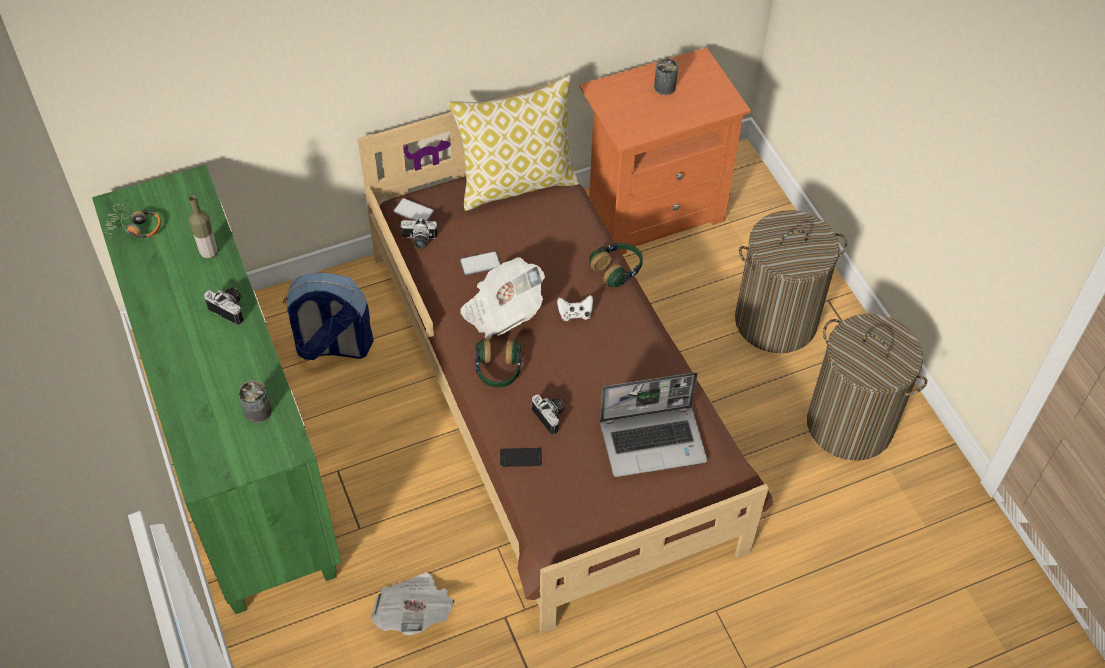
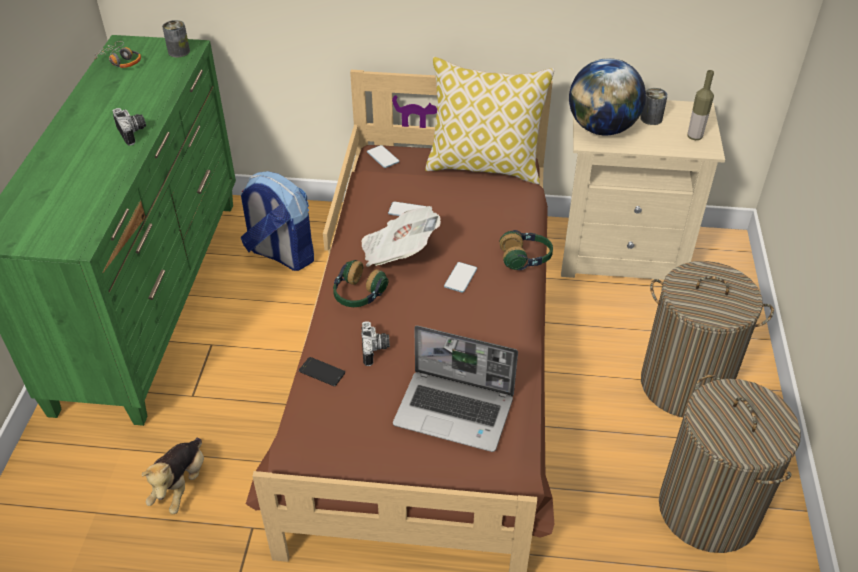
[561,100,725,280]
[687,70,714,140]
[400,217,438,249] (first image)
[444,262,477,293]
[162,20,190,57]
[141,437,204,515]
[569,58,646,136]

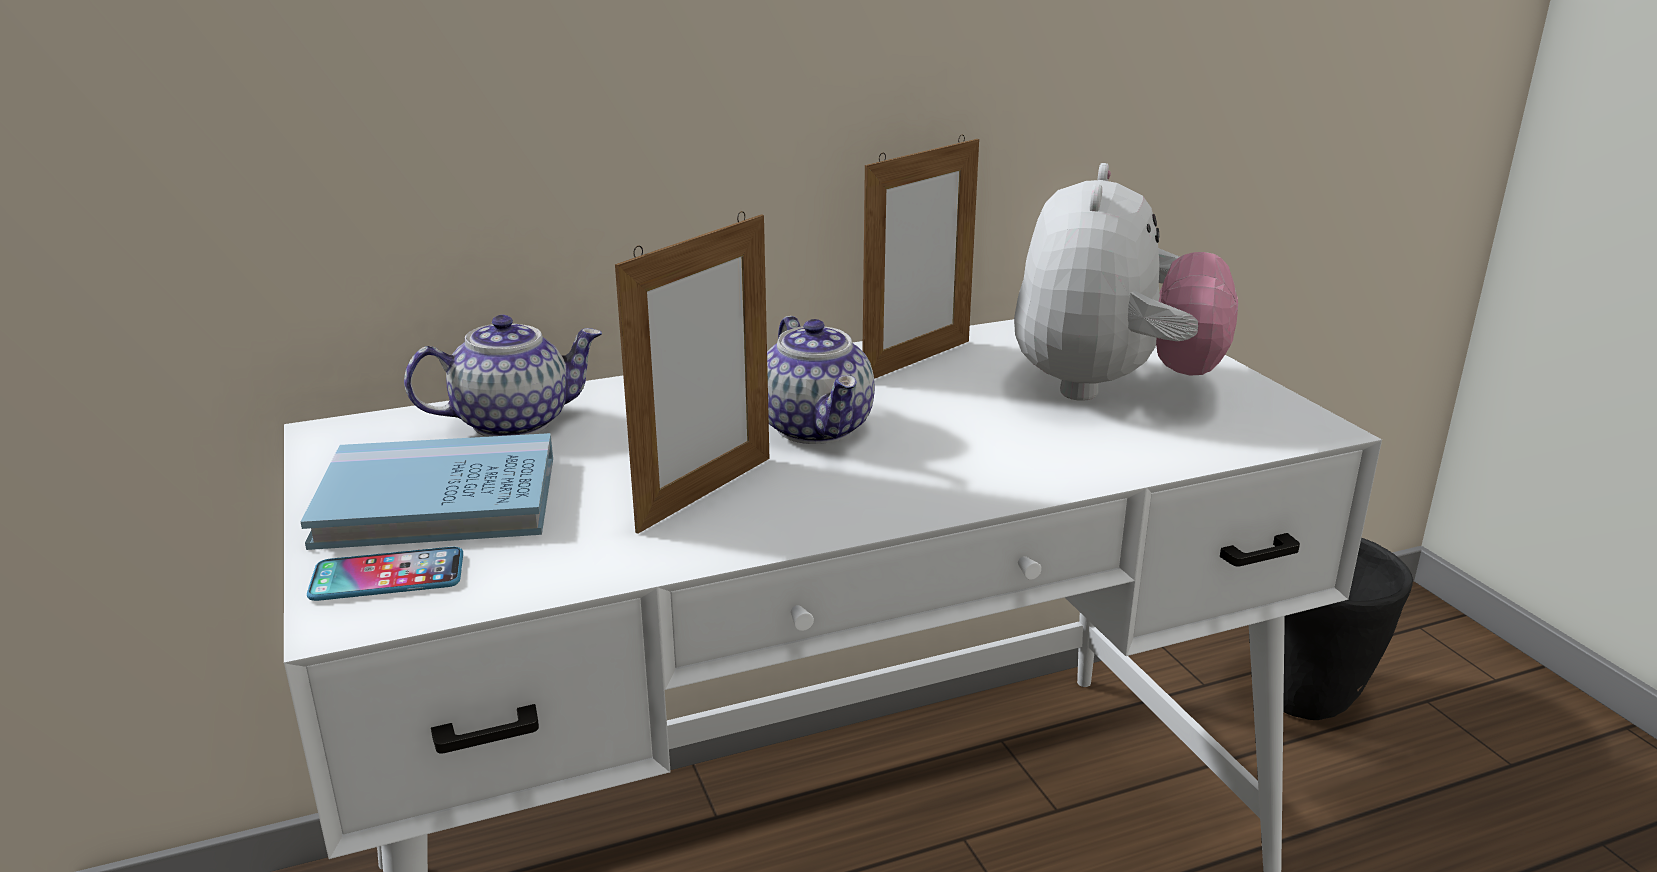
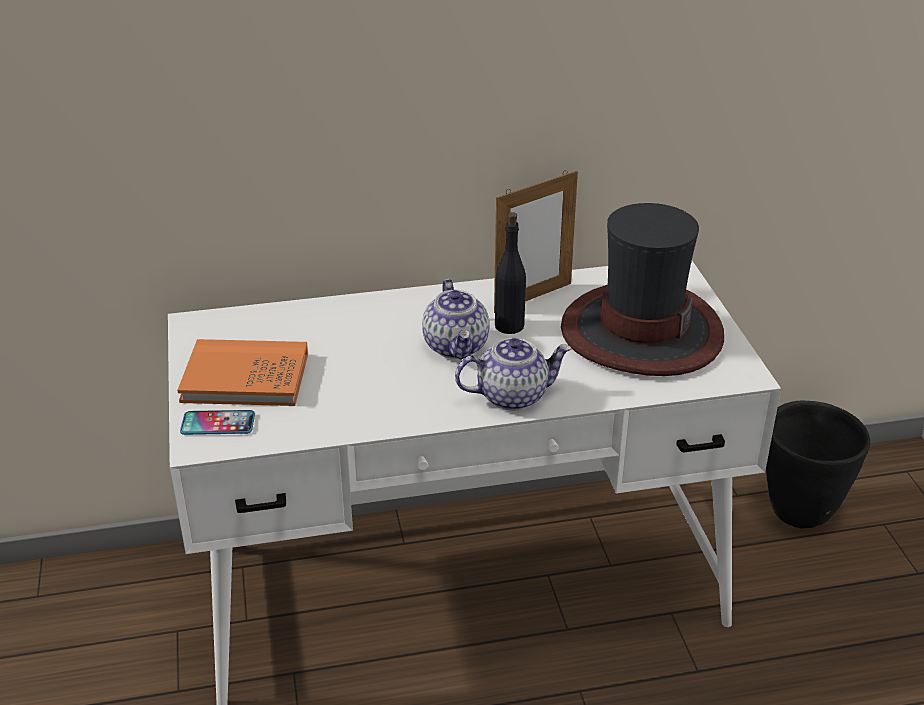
[561,203,724,376]
[615,211,769,534] (first image)
[455,338,571,411]
[177,339,308,406]
[495,212,526,334]

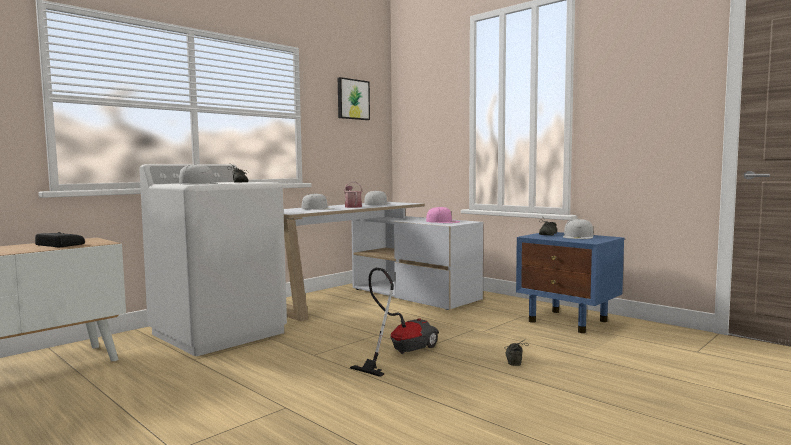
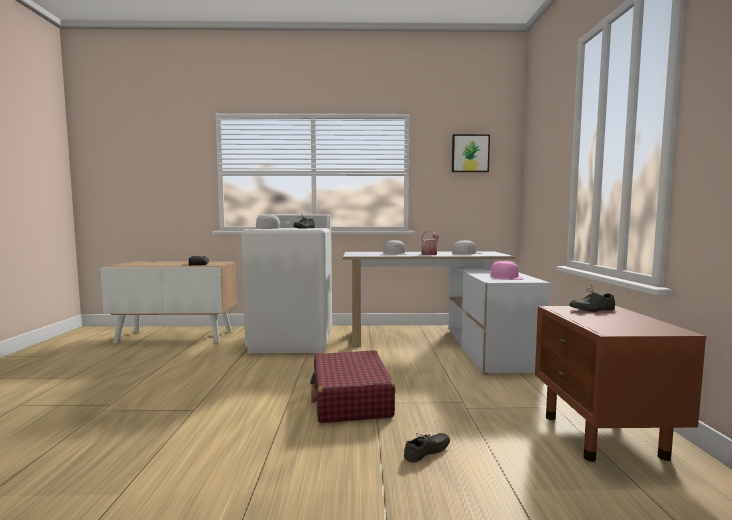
[563,219,593,239] (first image)
[535,306,706,462]
[310,350,395,423]

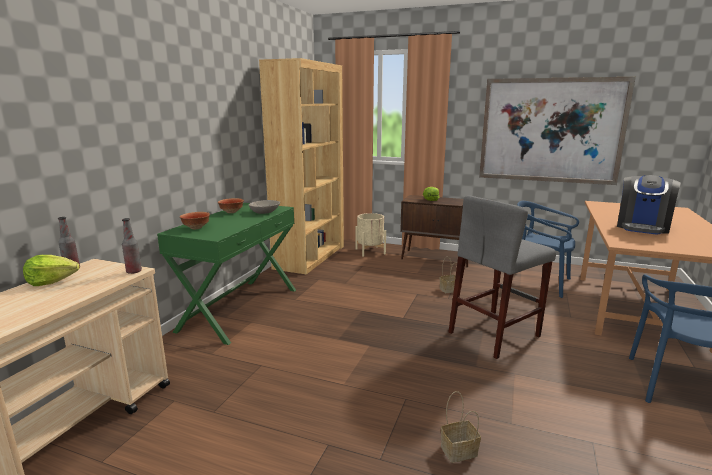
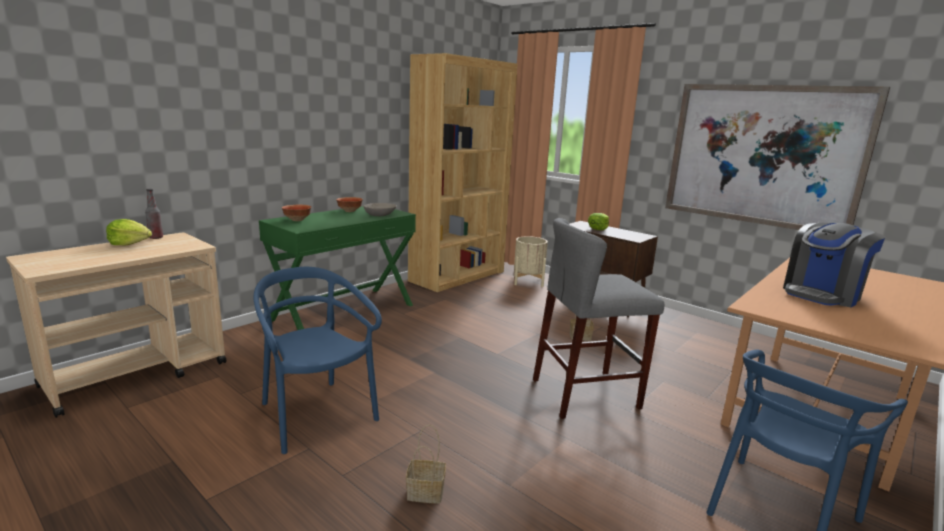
[253,267,382,454]
[122,218,142,274] (first image)

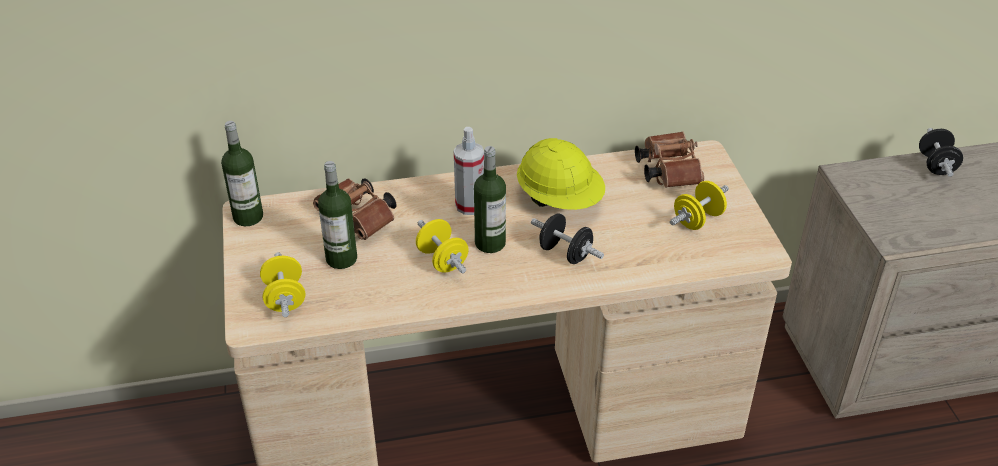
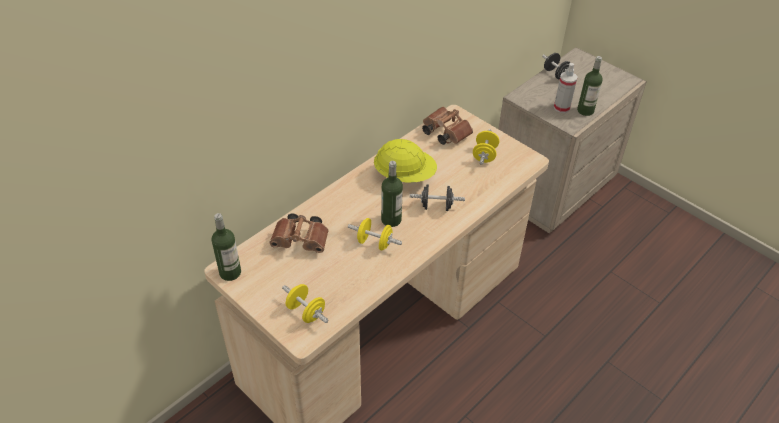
[554,63,578,113]
[577,56,603,116]

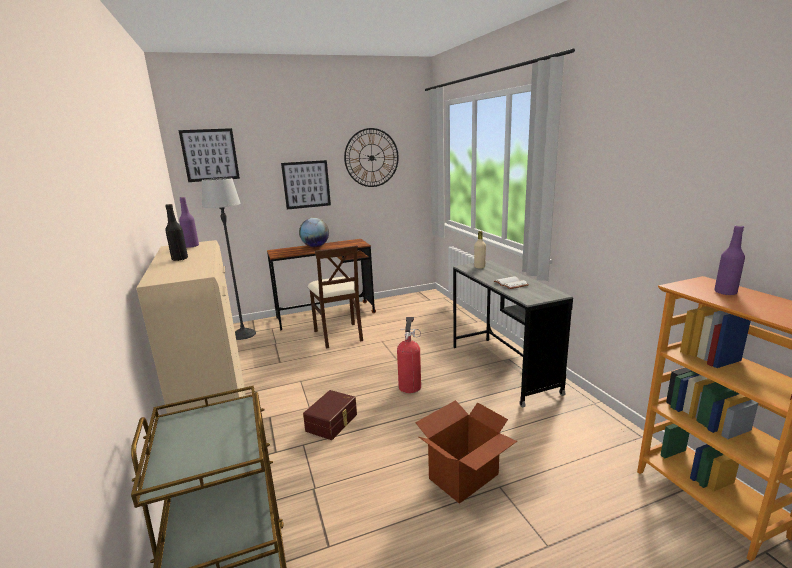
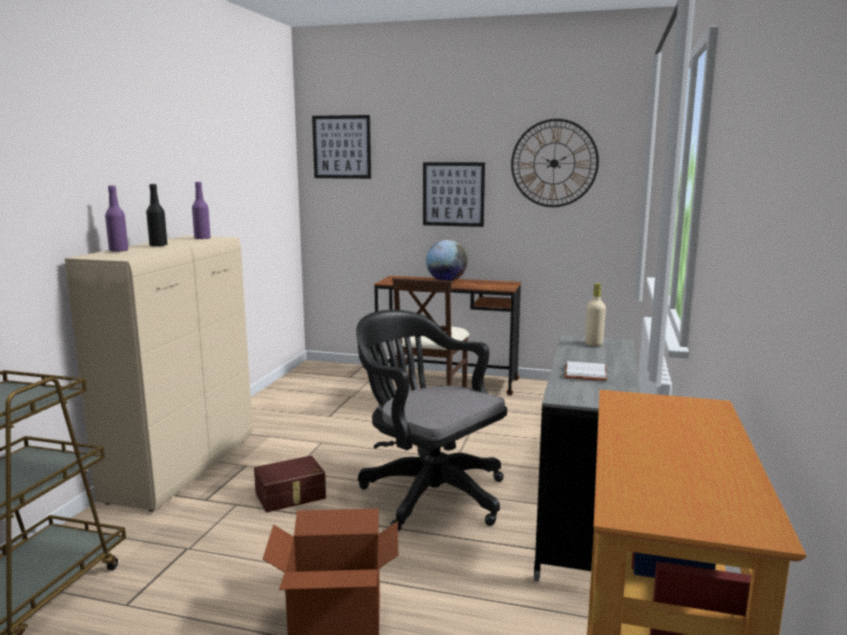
[202,178,256,340] (first image)
[105,186,128,252]
[356,310,507,531]

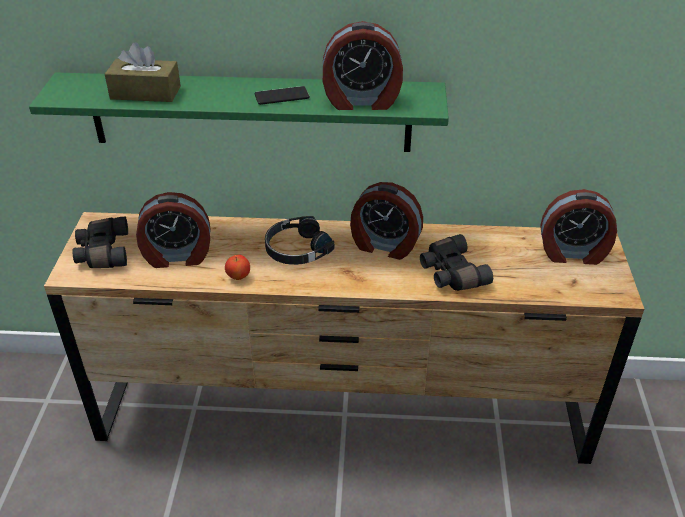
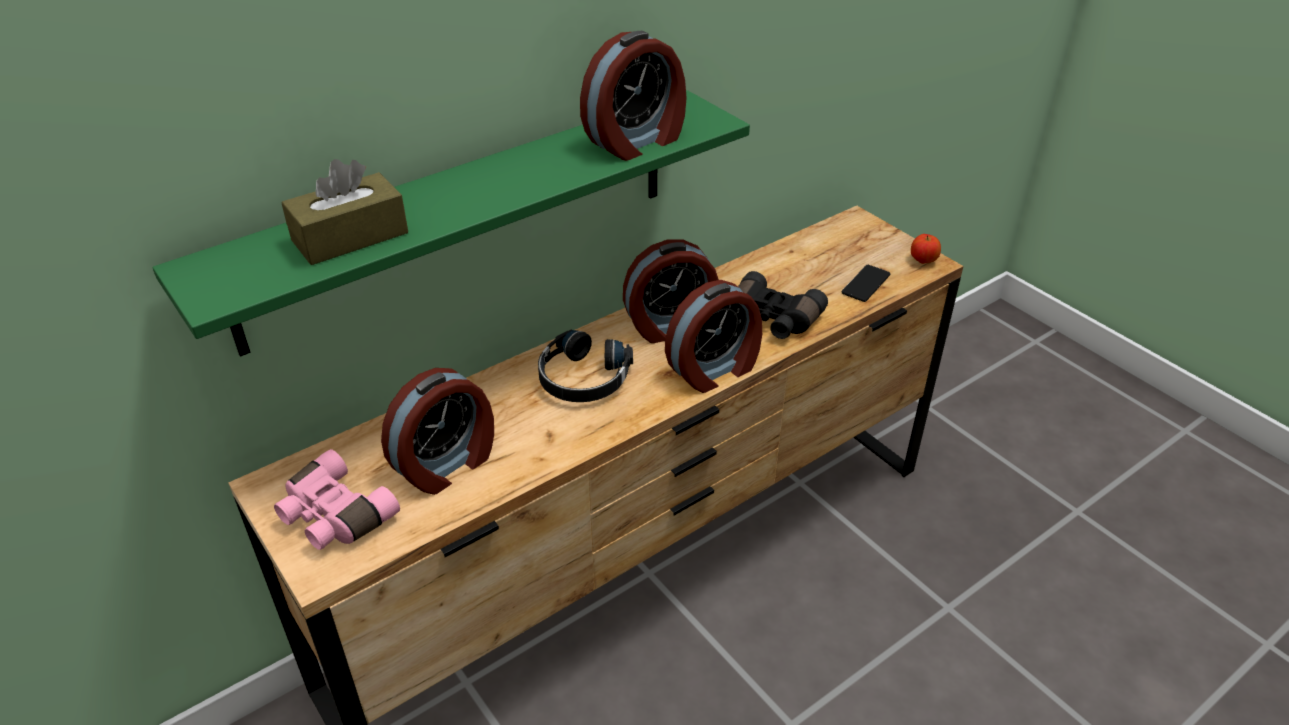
[841,265,890,302]
[665,280,762,393]
[274,449,400,550]
[911,234,941,264]

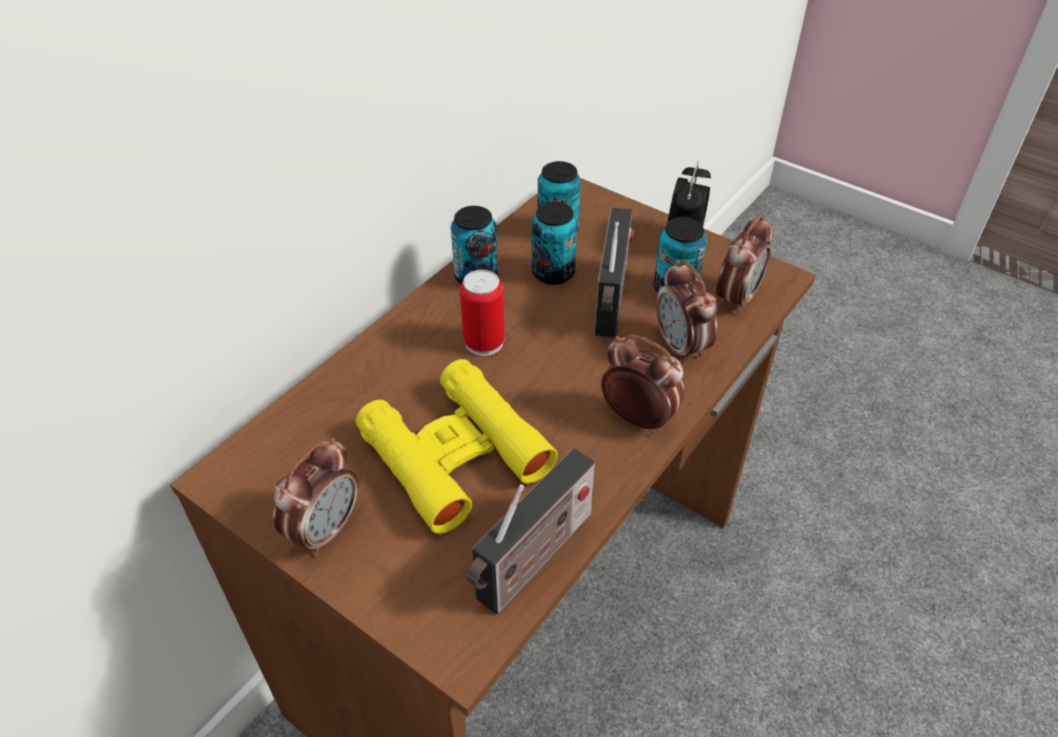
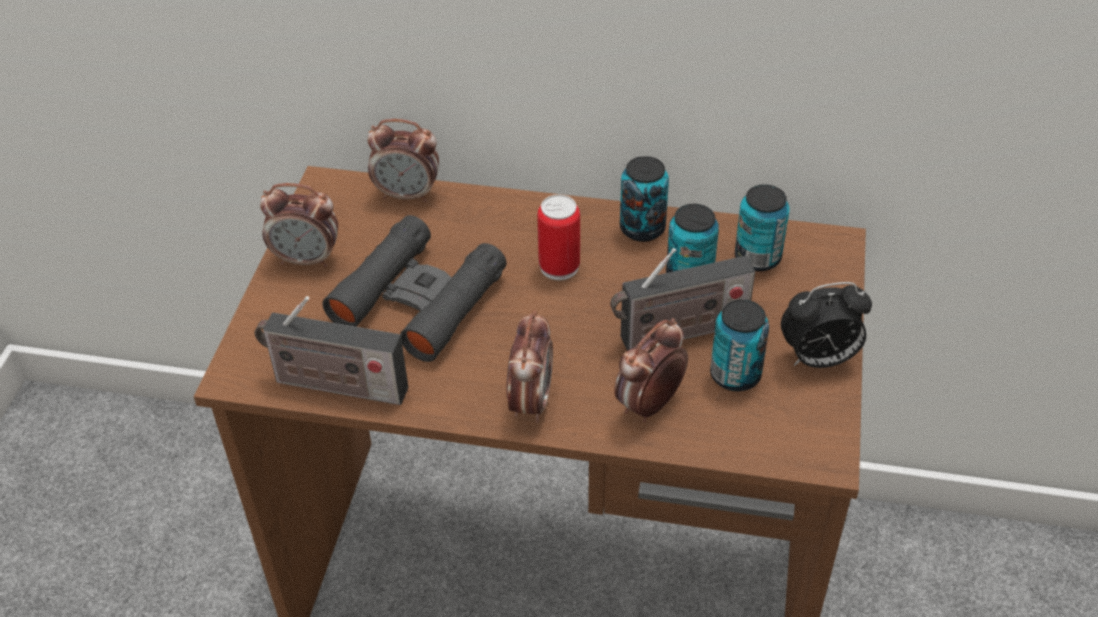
[367,119,439,203]
[323,215,506,362]

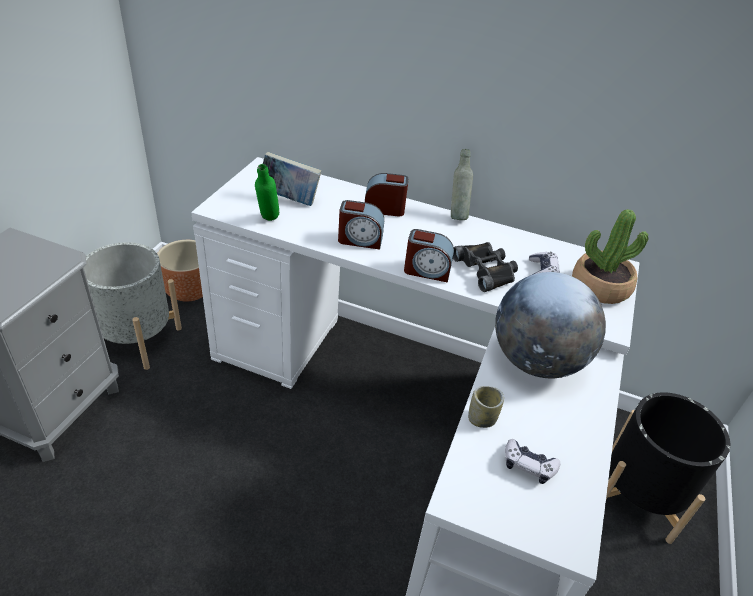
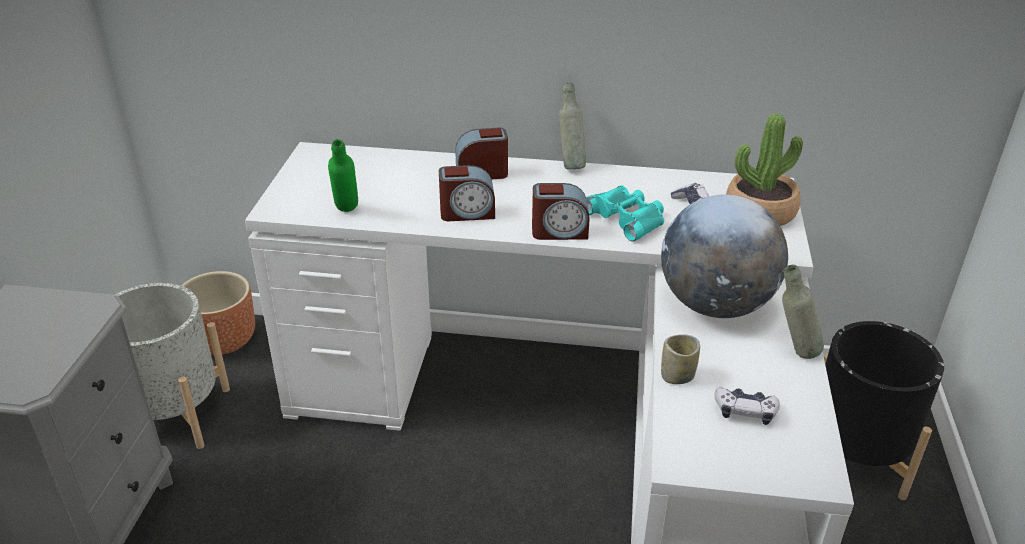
[263,152,322,206] (first image)
[586,185,664,242]
[782,265,824,359]

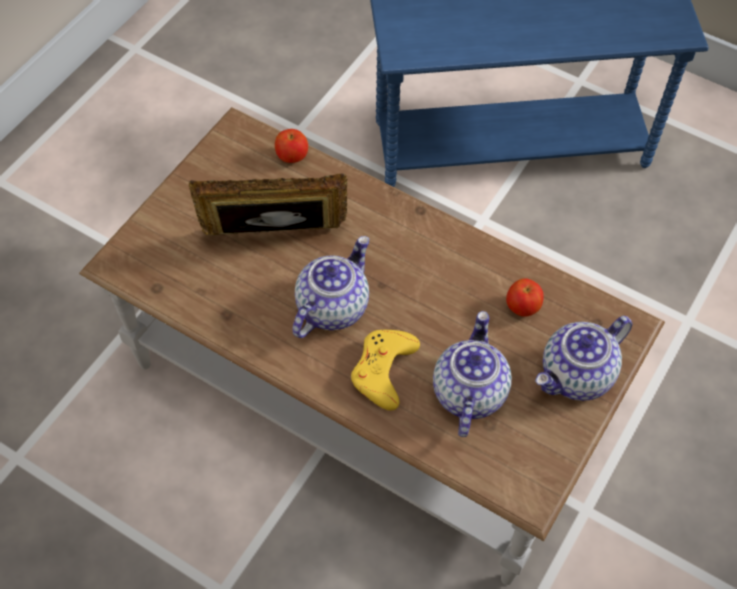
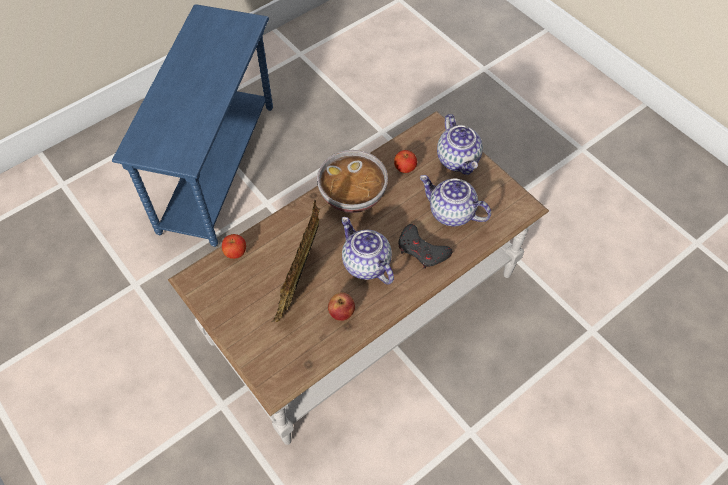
[398,224,452,269]
[317,150,388,213]
[328,292,355,321]

